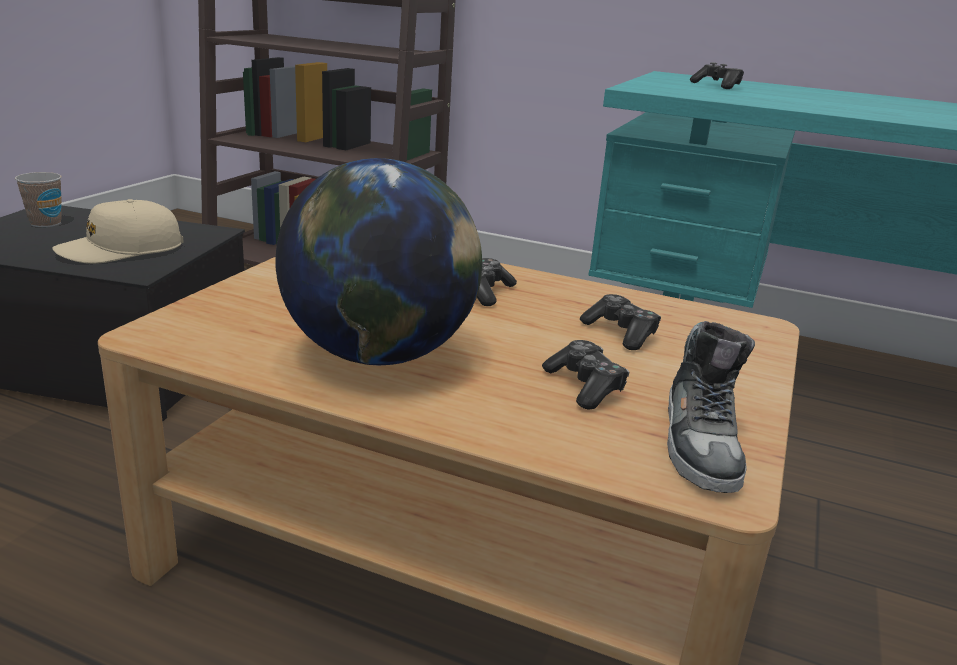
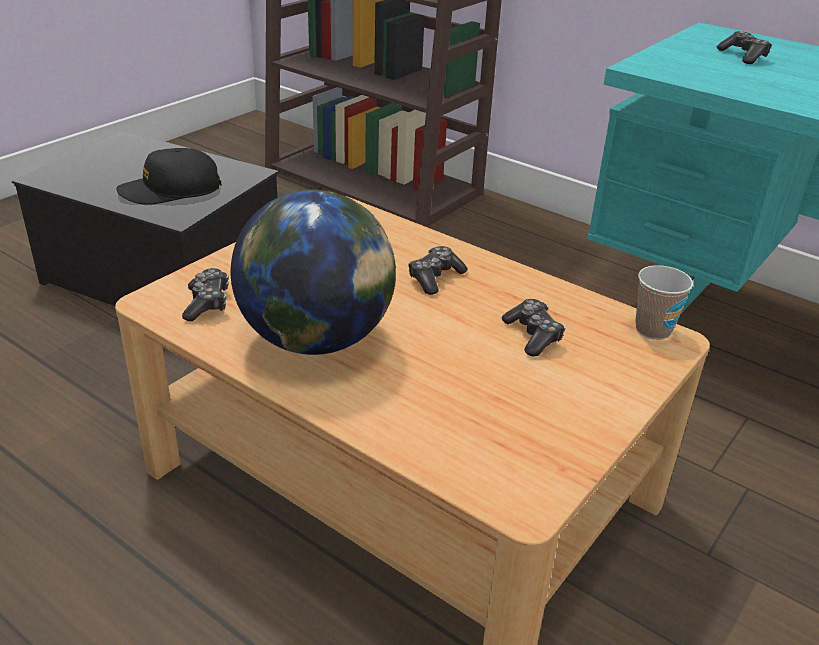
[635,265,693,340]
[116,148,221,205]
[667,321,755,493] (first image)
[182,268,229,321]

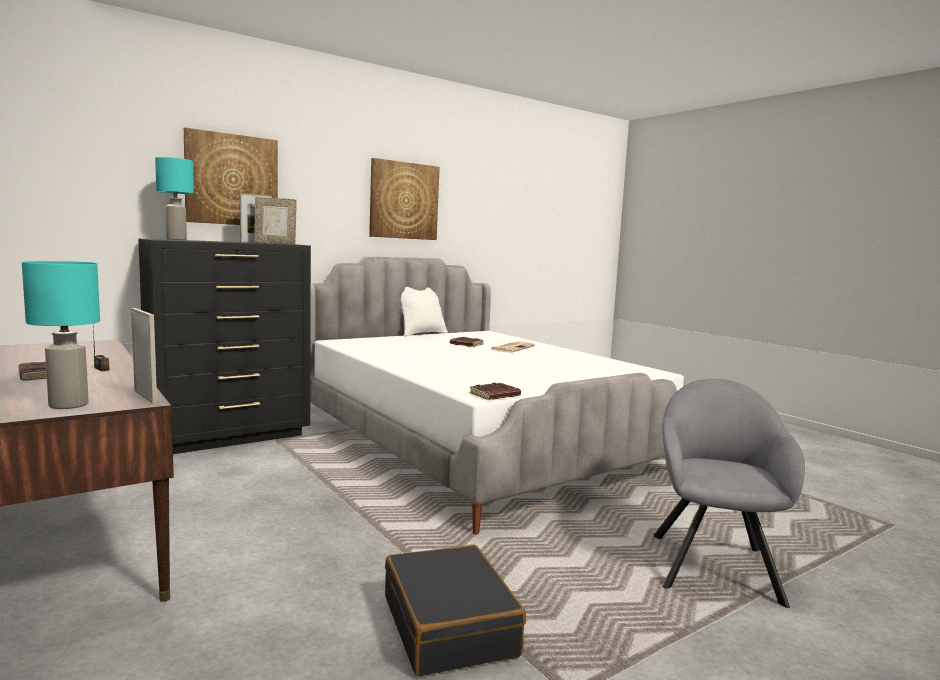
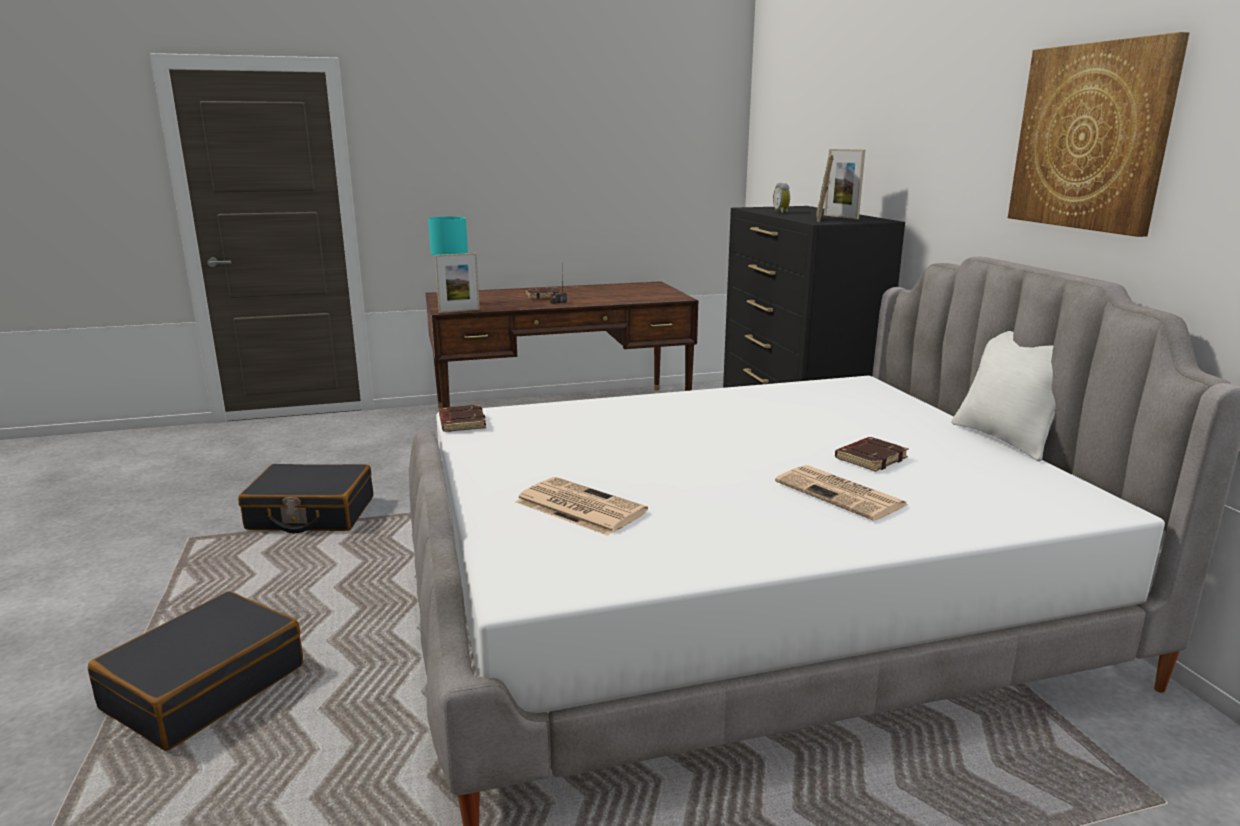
[184,128,278,225] (first image)
[155,157,194,240] (first image)
[88,591,303,751]
[773,183,790,213]
[516,477,648,536]

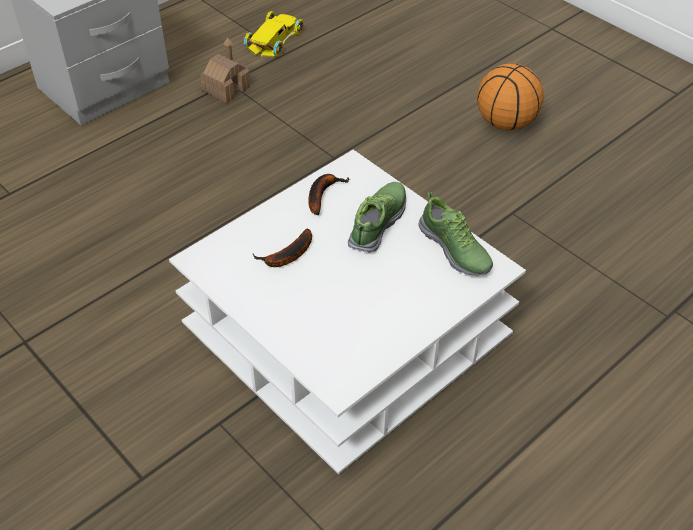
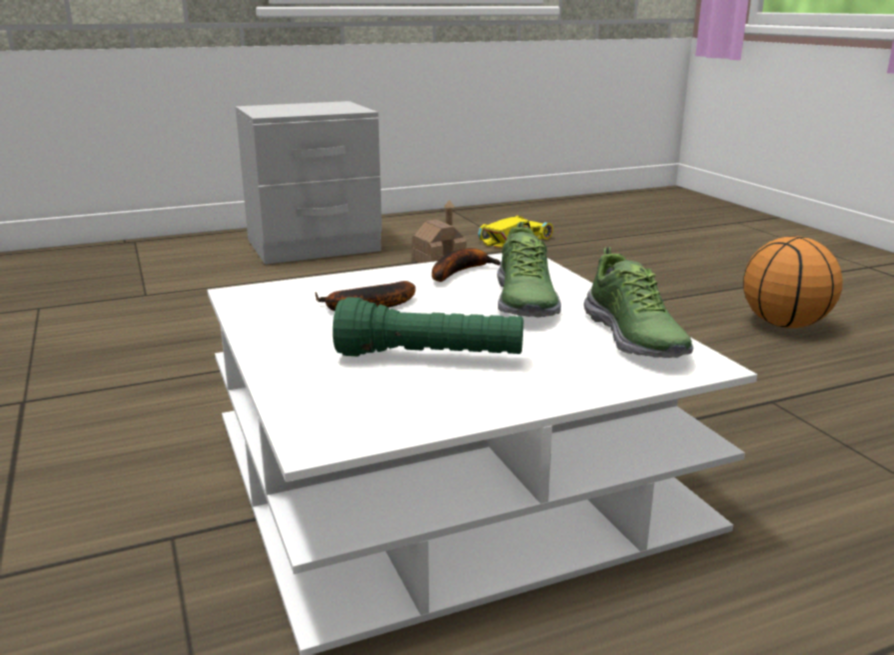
[497,221,561,318]
[333,297,523,357]

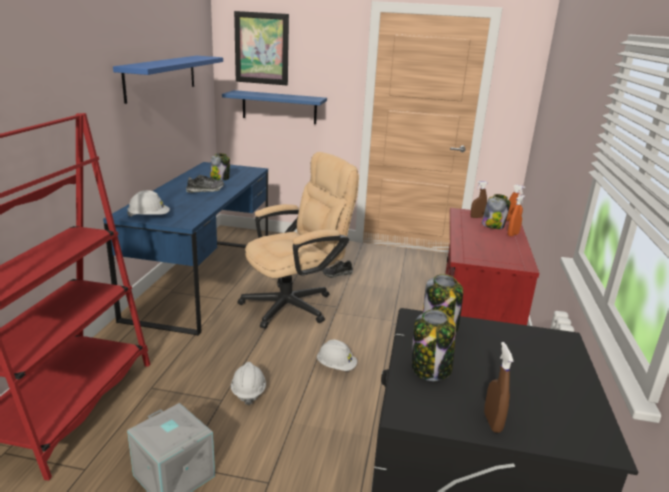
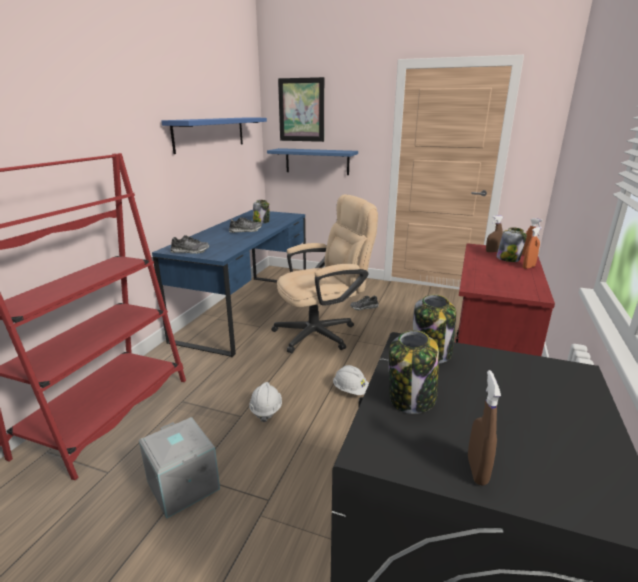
[171,235,209,254]

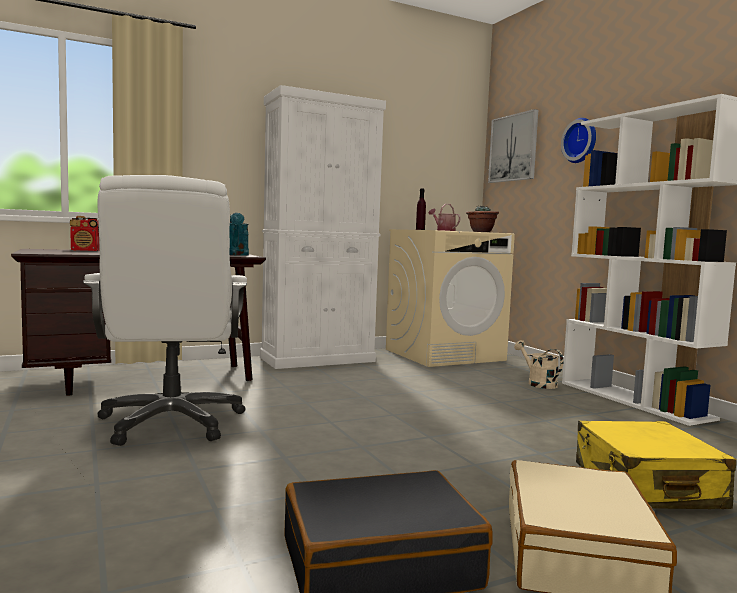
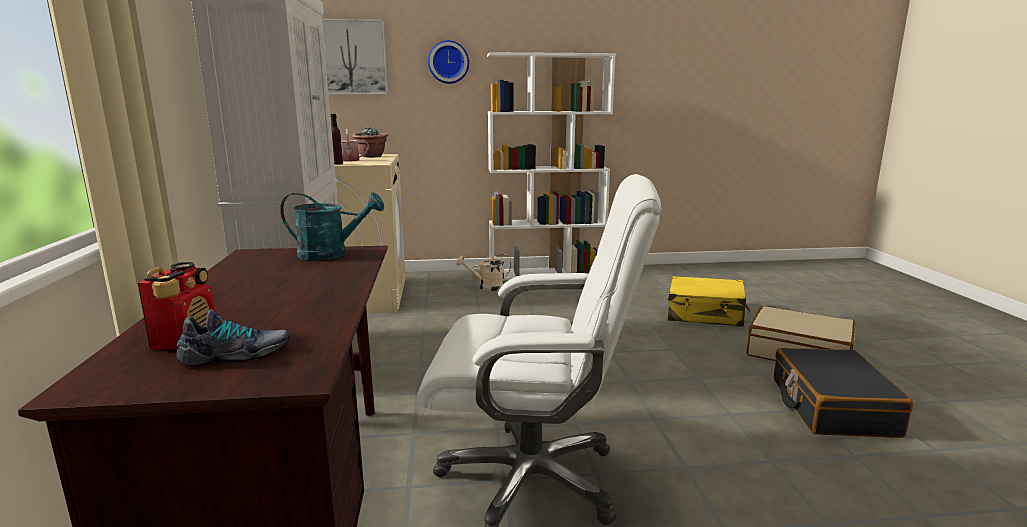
[177,309,290,367]

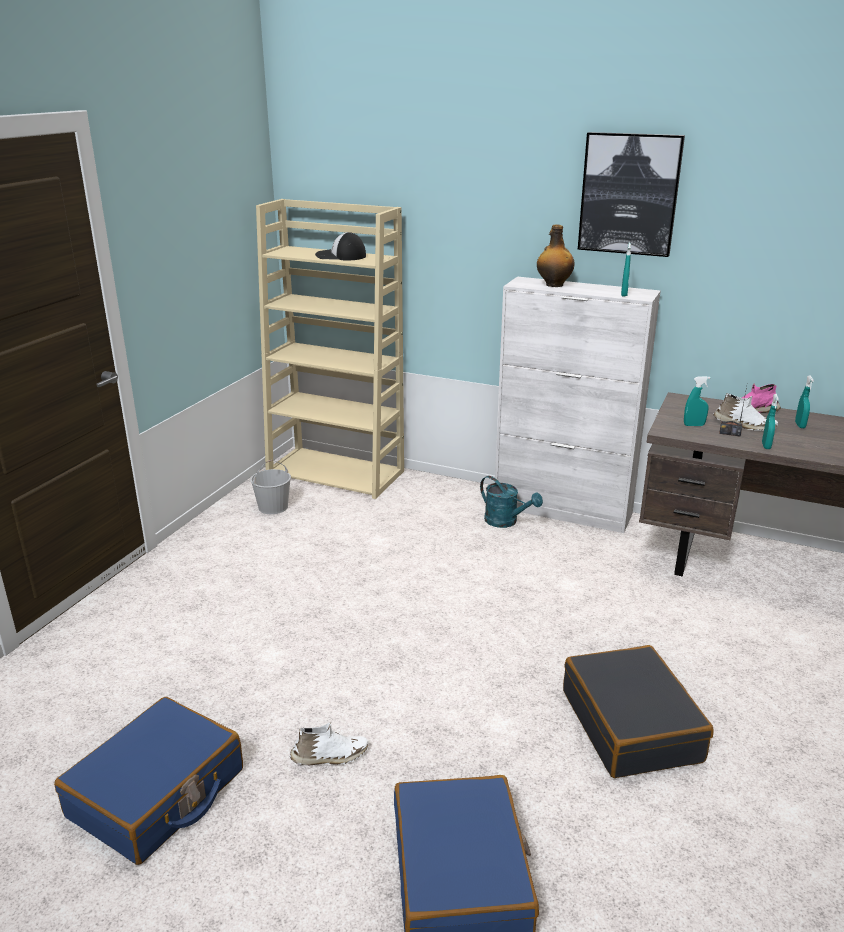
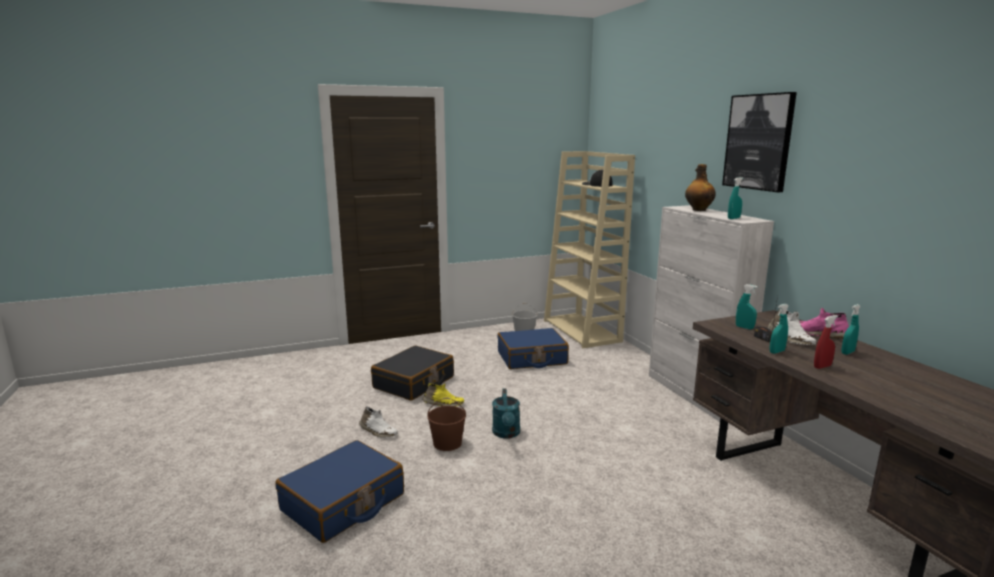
[492,388,520,439]
[371,346,454,401]
[497,328,569,369]
[814,315,838,369]
[422,383,464,407]
[427,398,466,451]

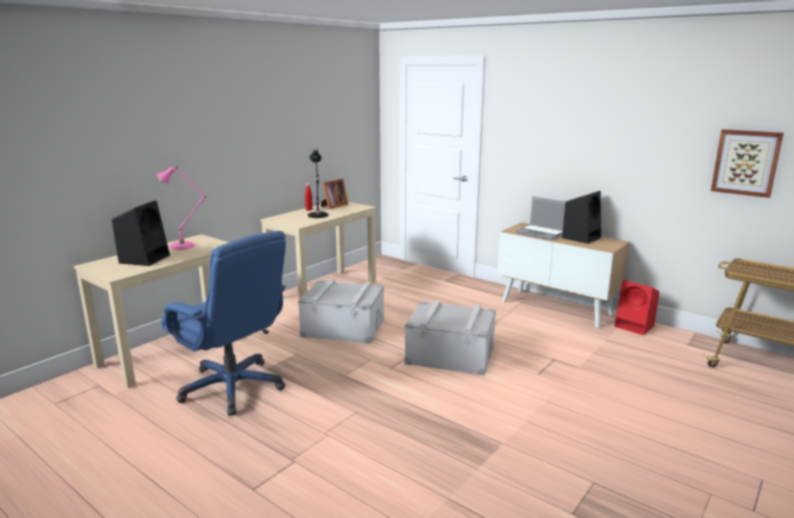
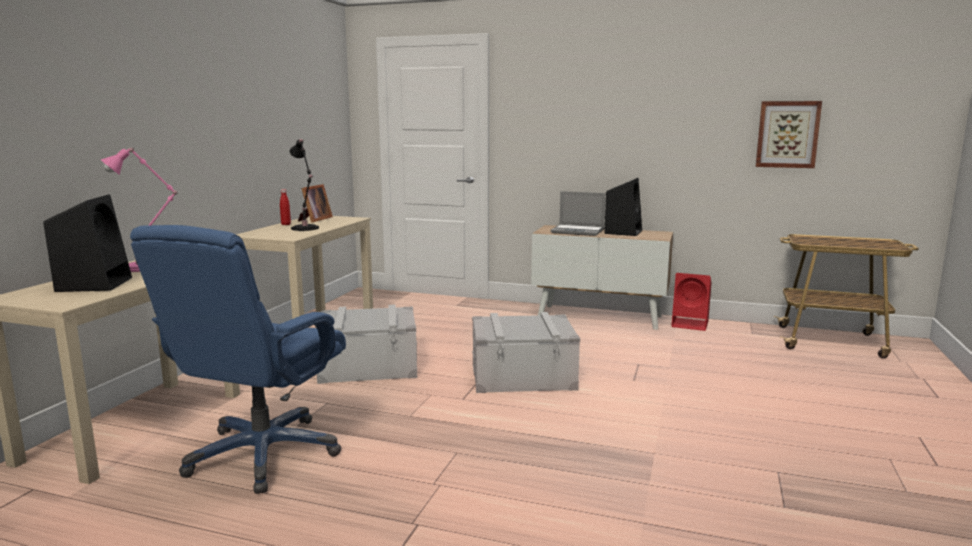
[130,225,346,494]

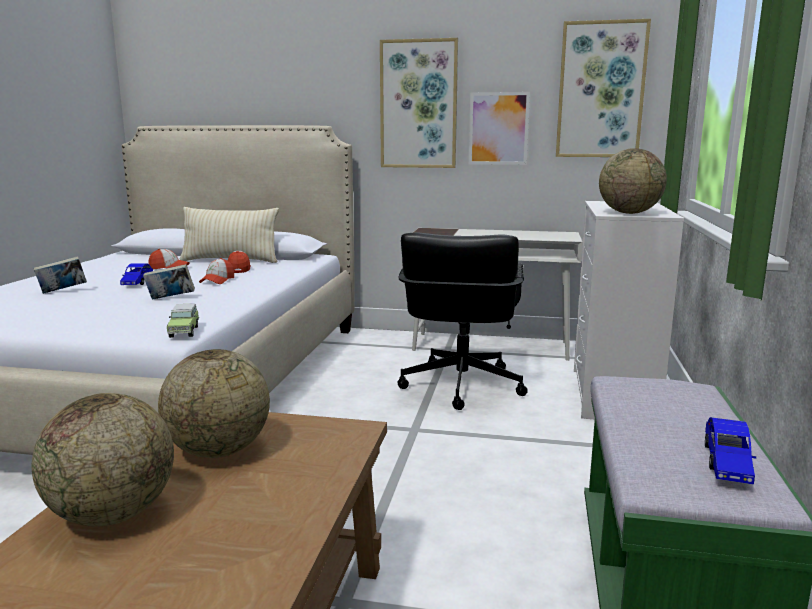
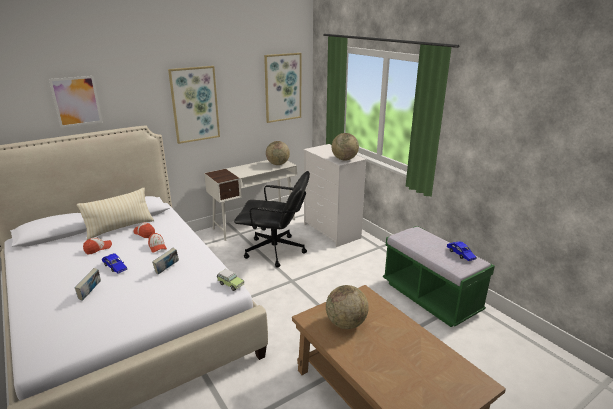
[49,76,103,128]
[234,171,310,267]
[266,141,290,165]

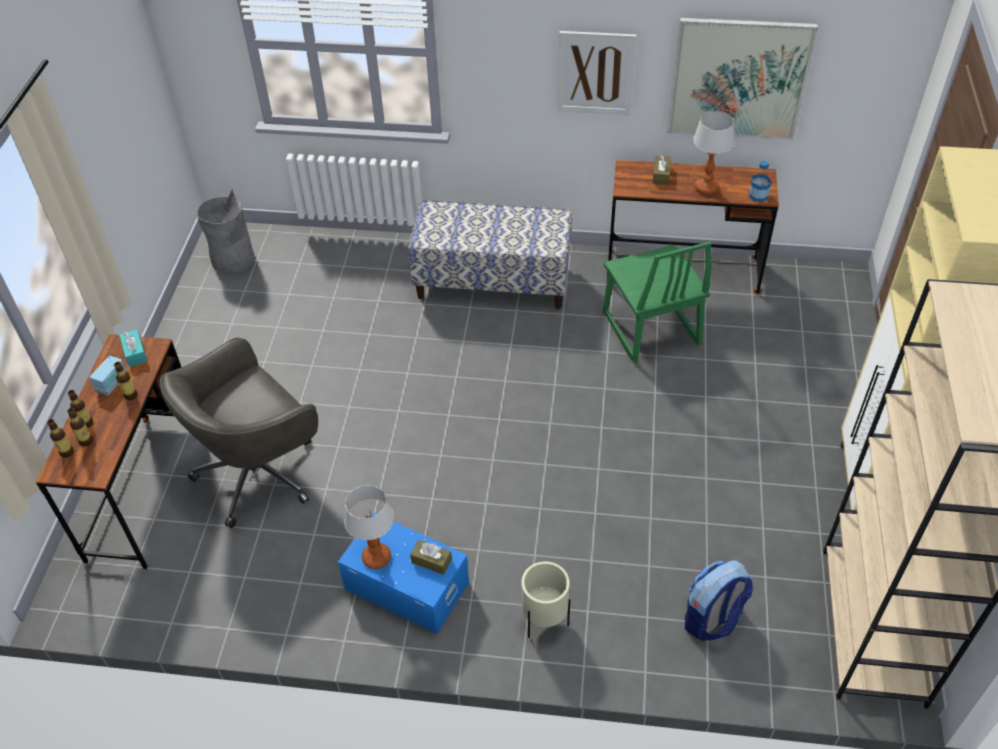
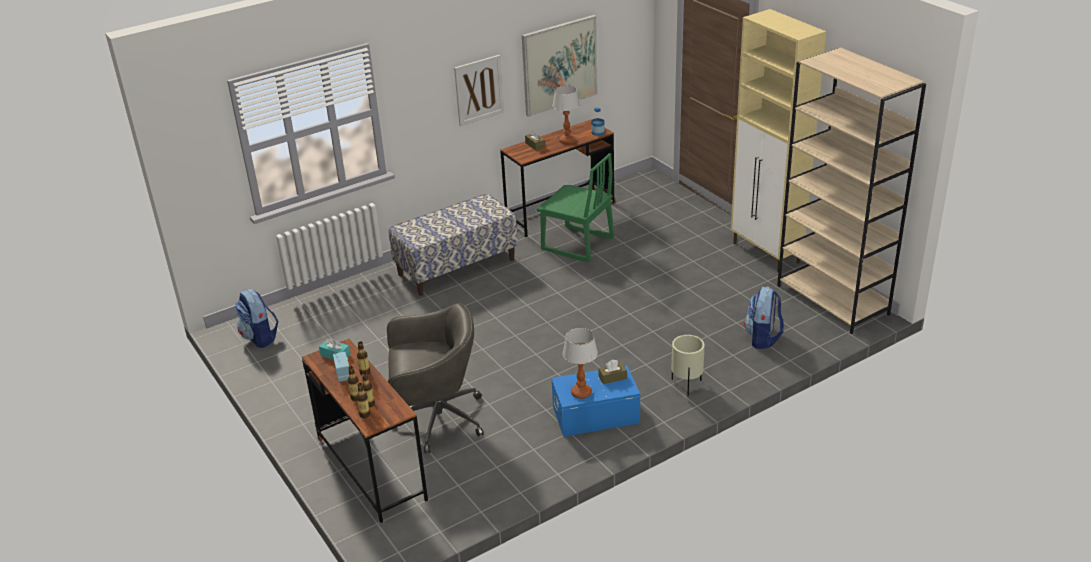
[235,289,278,348]
[387,303,484,454]

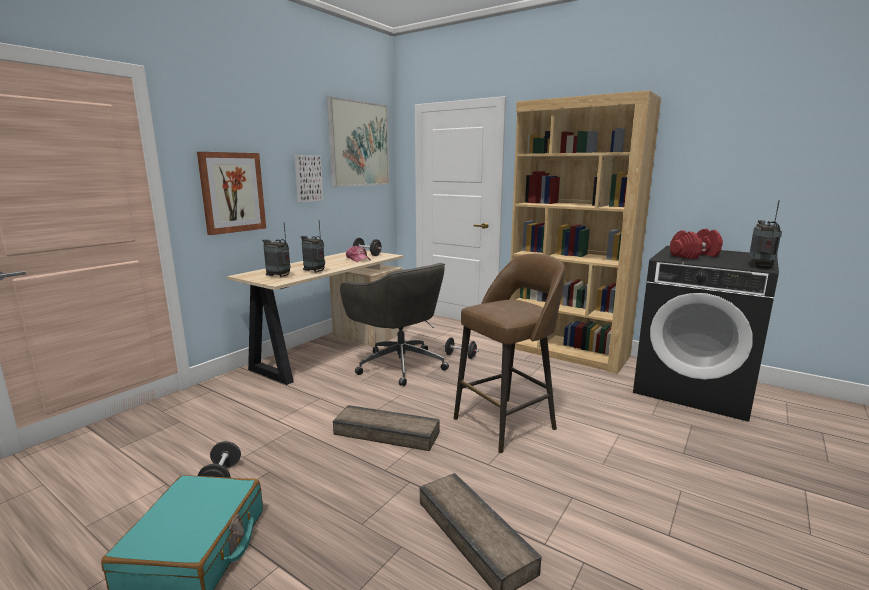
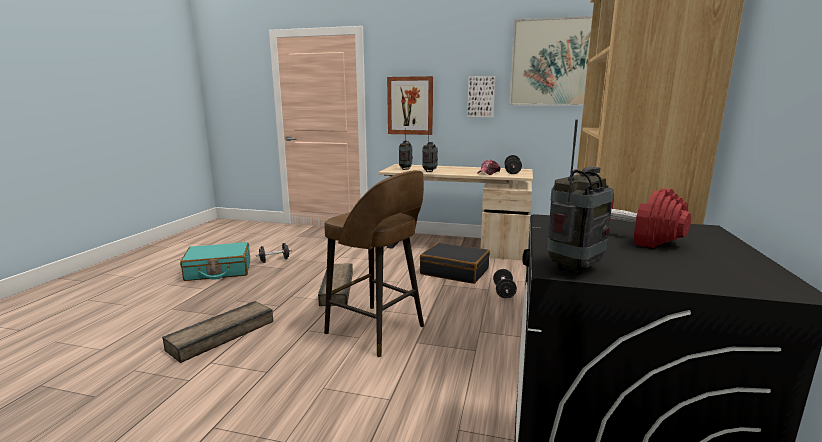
[547,120,614,275]
[420,242,490,284]

